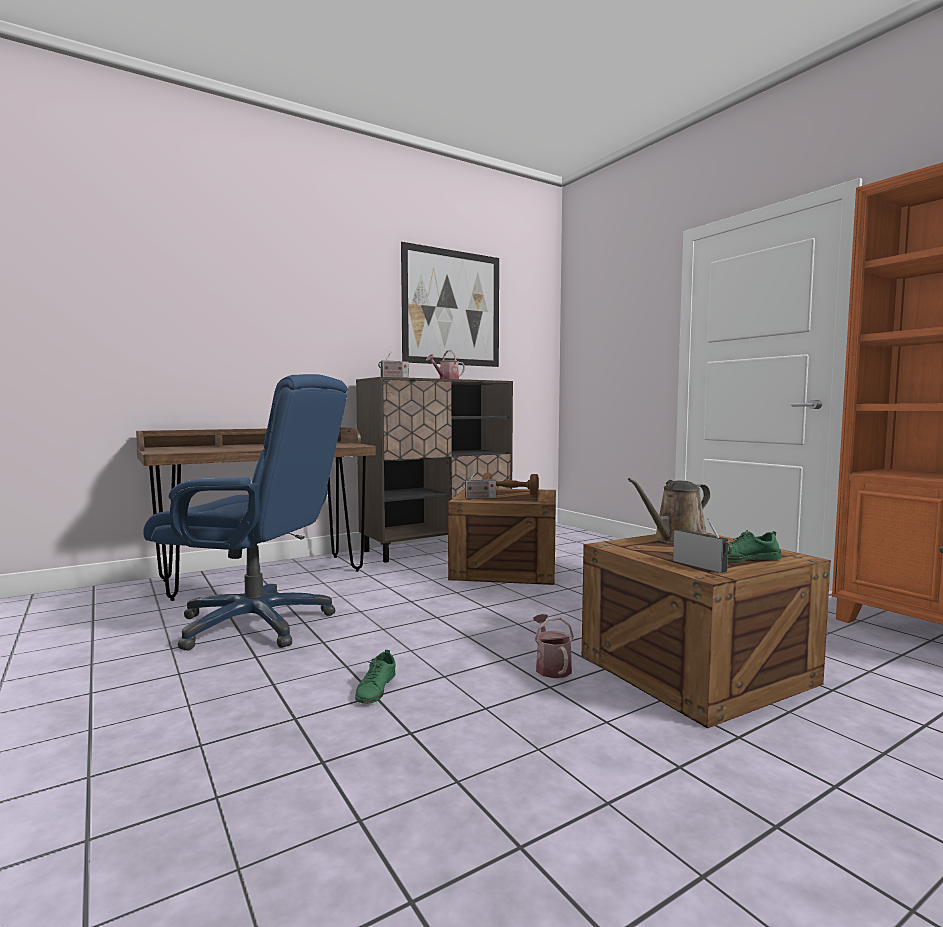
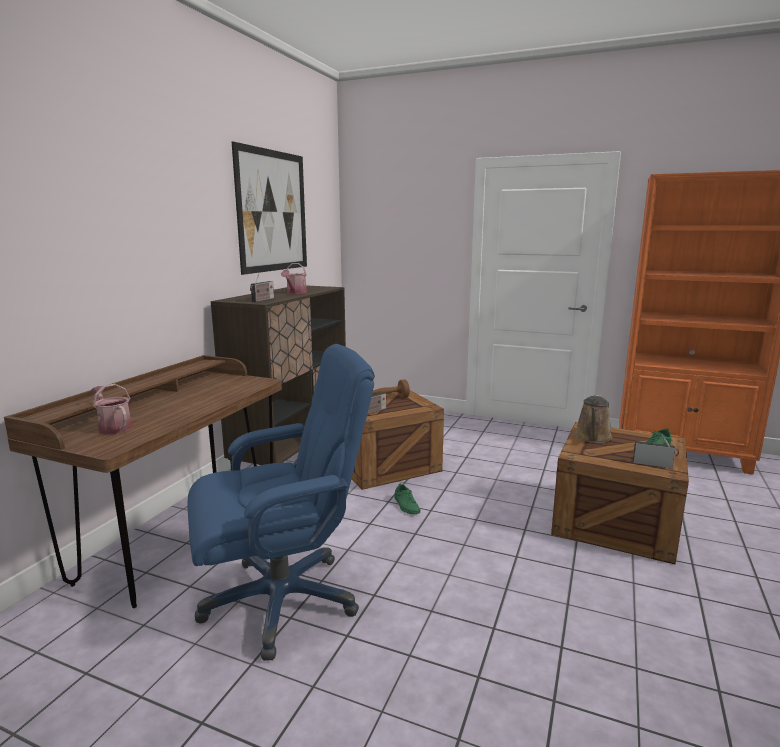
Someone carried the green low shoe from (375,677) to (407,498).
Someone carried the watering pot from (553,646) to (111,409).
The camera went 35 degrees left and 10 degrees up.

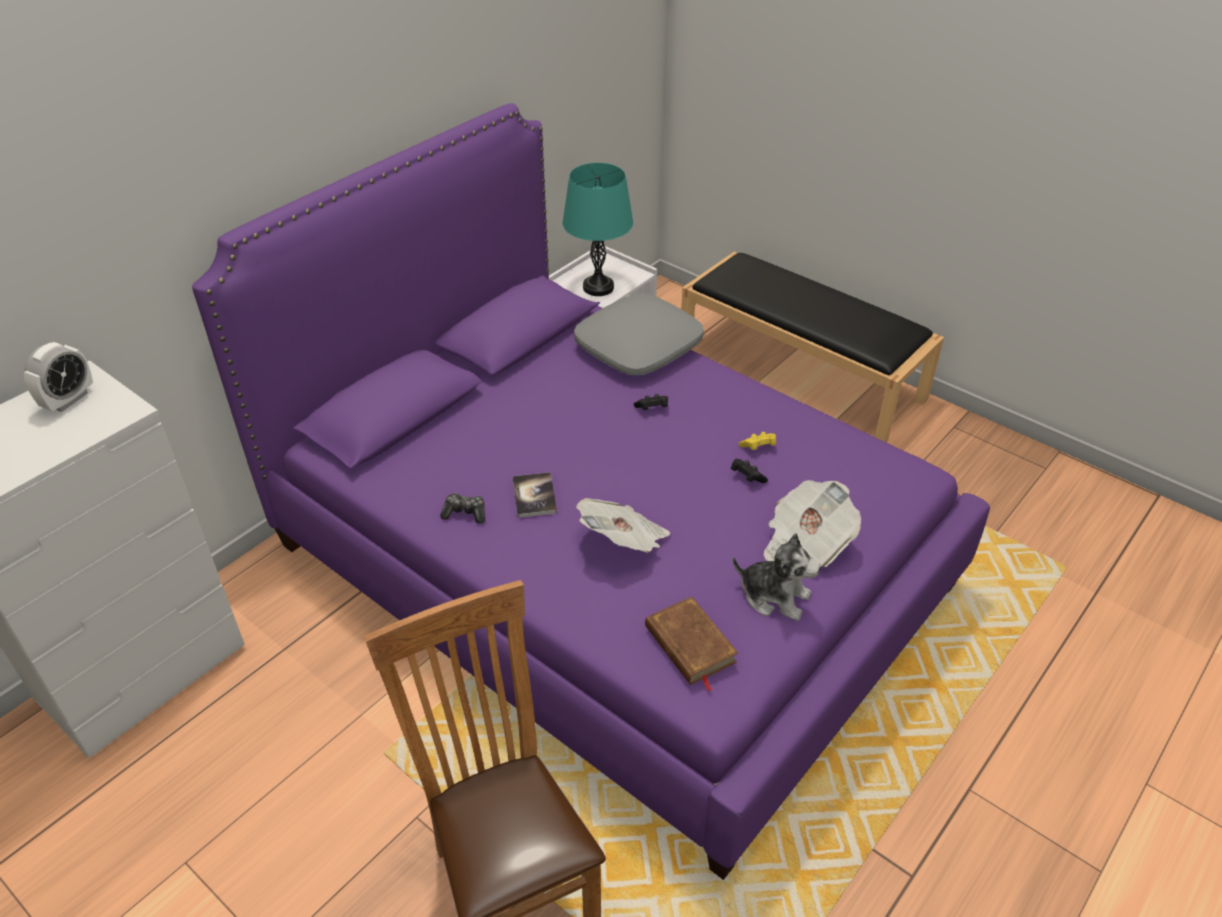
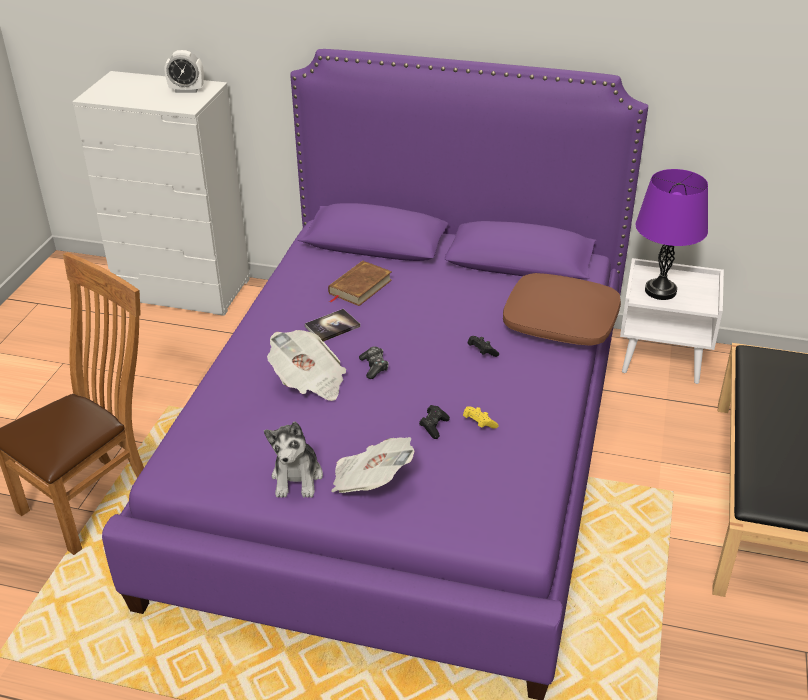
Someone carried the joypad from (462,508) to (374,363).
Someone repainted the blue-green tabletop lamp at (597,229), which became the purple tabletop lamp at (672,234).
Someone repainted the greyish throw pillow at (639,334), which became the brown-coloured throw pillow at (562,309).
Someone carried the brown-coloured volume from (691,644) to (360,283).
The camera went 65 degrees right and 5 degrees down.

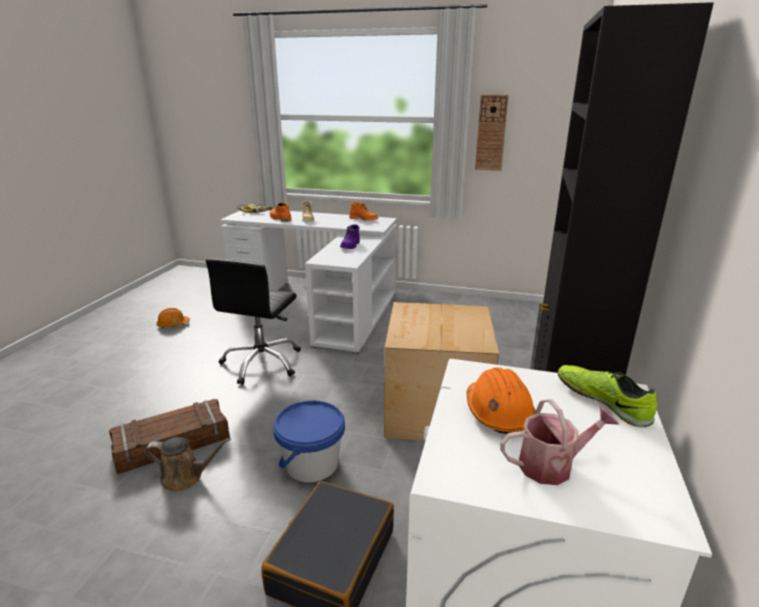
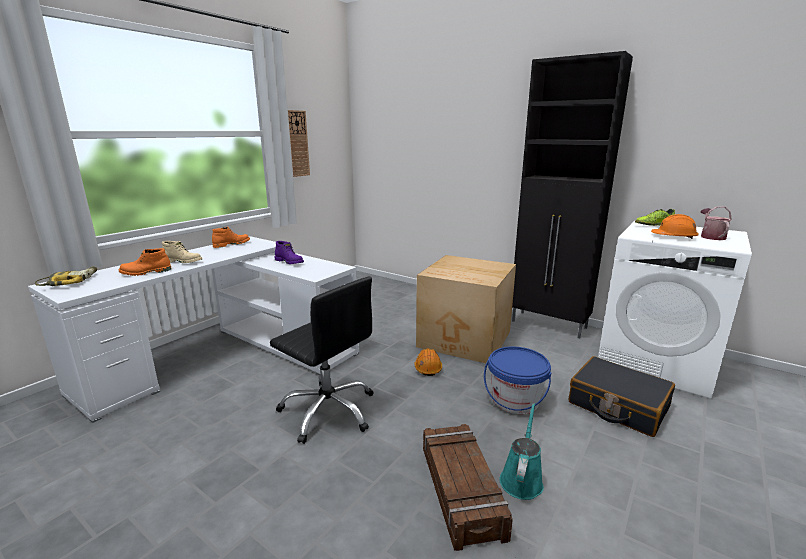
Someone repainted the brown-coloured watering pot at (187,464), which became the blue-green watering pot at (521,451).
Someone carried the orangey safety helmet from (173,318) to (428,362).
The camera went 70 degrees left and 5 degrees down.

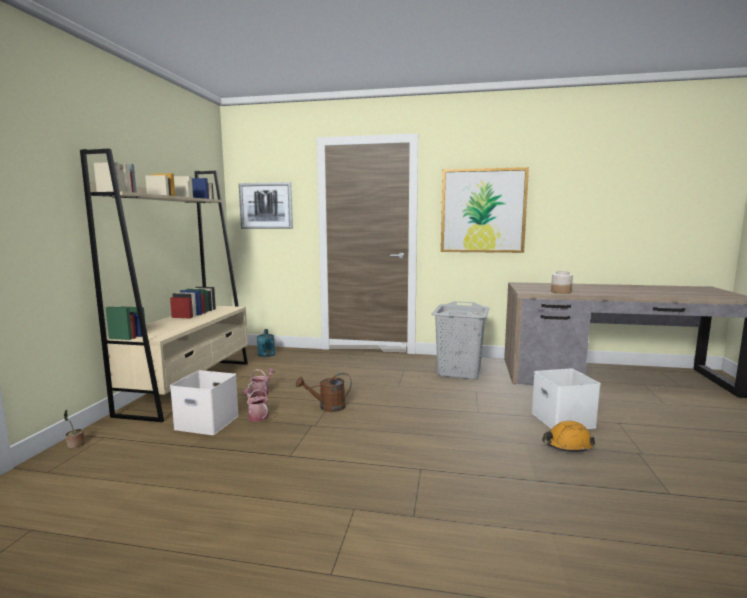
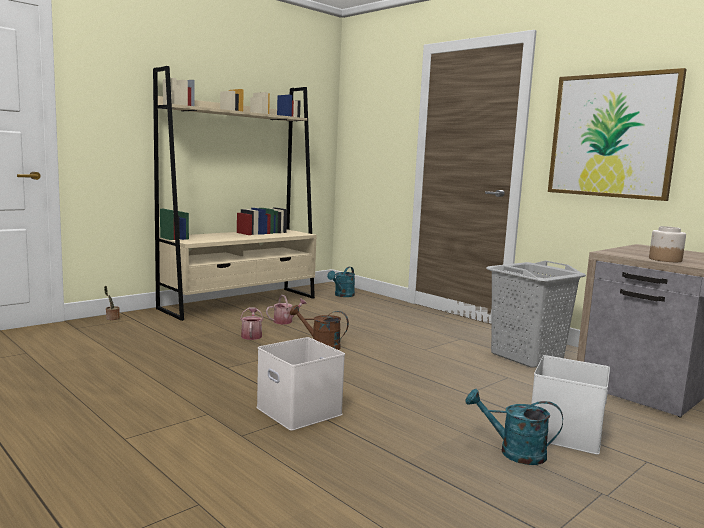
Someone carried the white storage box from (204,402) to (300,384).
Someone took away the wall art at (266,205).
Someone swapped the orangey safety helmet at (568,437) for the blue-green watering pot at (514,427).
The camera went 35 degrees right and 0 degrees up.

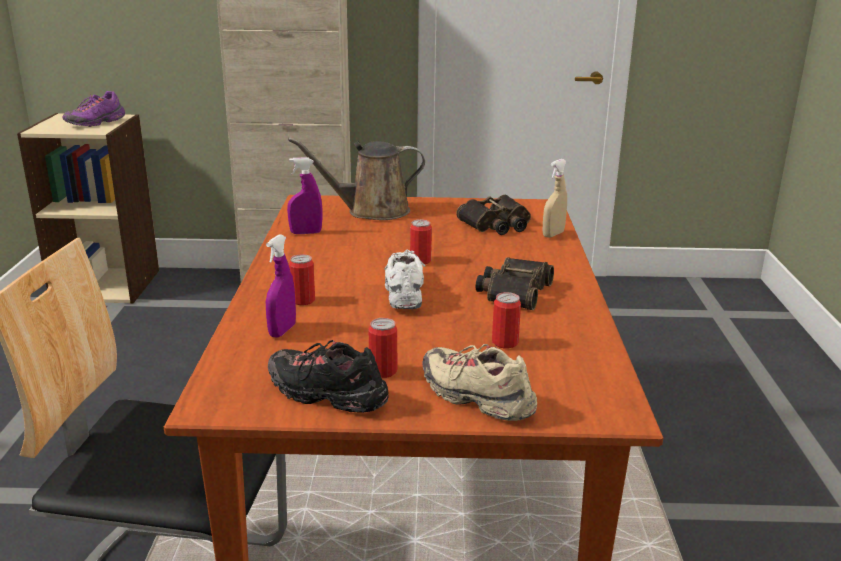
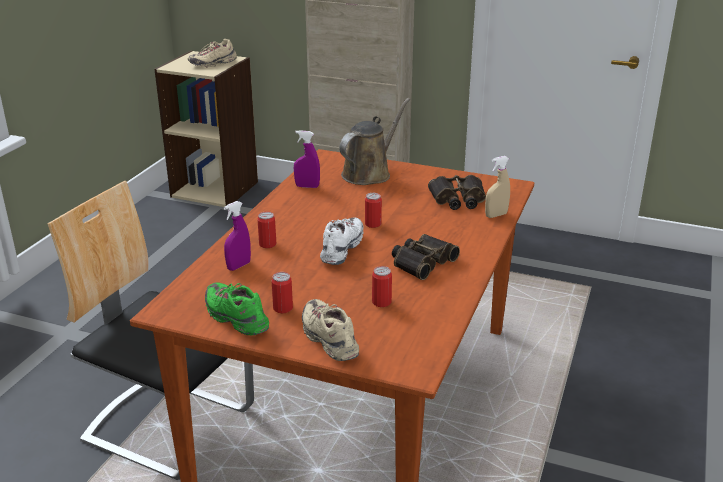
Someone repainted the purple low shoe at (93,109), which became the sand-coloured low shoe at (212,53).
Someone repainted the black low shoe at (328,376), which became the green low shoe at (237,308).
Someone rotated the brown-coloured watering pot at (356,178) by 120 degrees clockwise.
The camera went 20 degrees right and 5 degrees up.

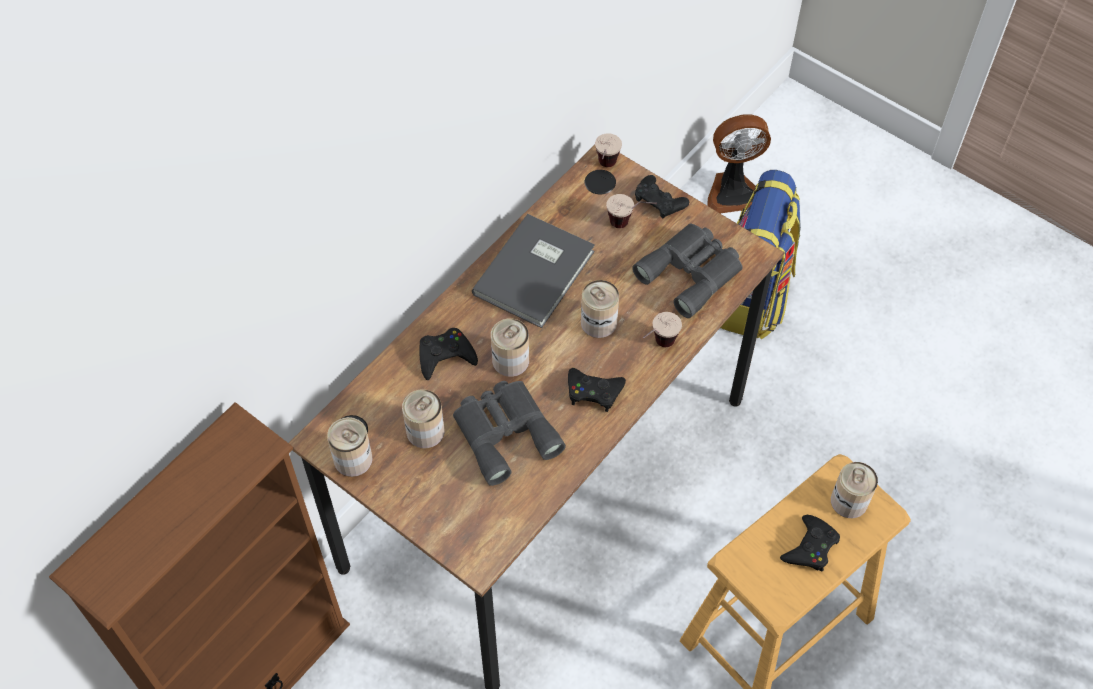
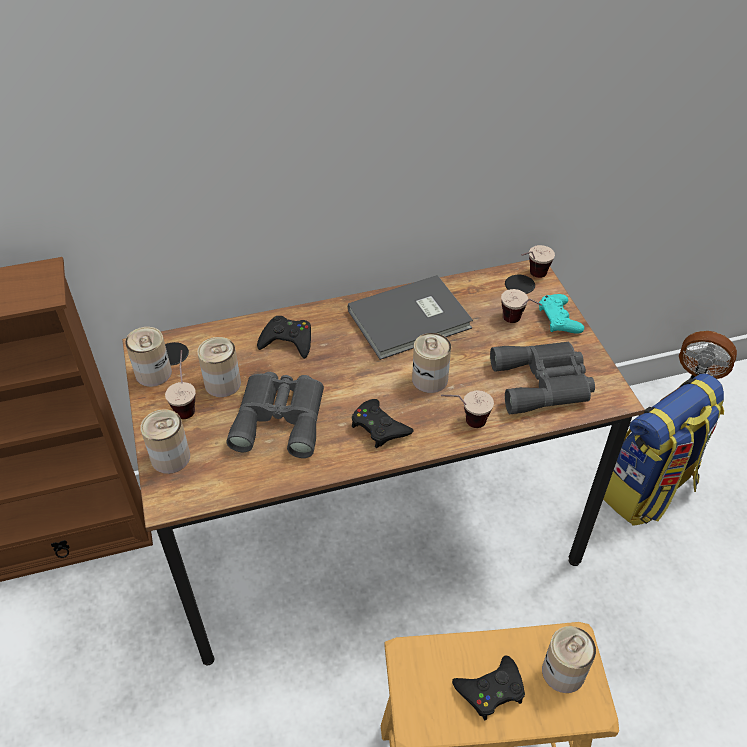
Someone carried the can from (510,348) to (165,441).
Someone repainted the black joypad at (662,196), which became the blue-green joypad at (561,314).
Someone put down the cup at (180,384).
The camera went 35 degrees right and 10 degrees down.

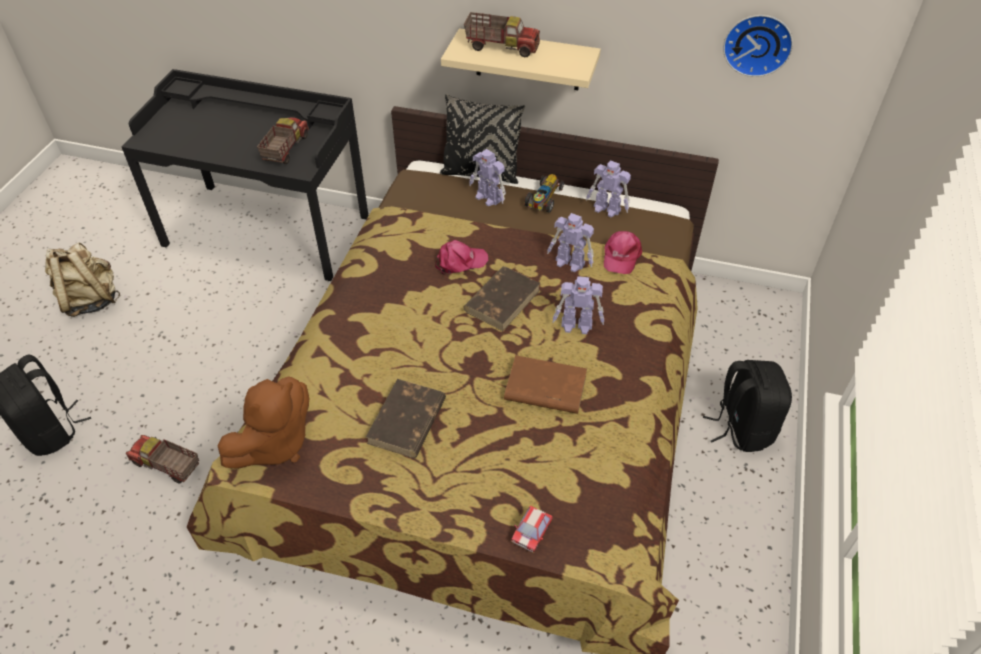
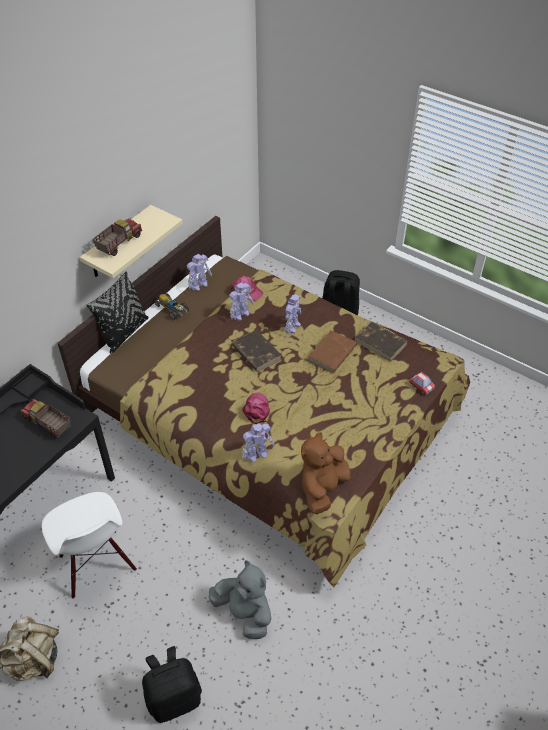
Someone swapped the toy truck at (162,459) for the greyish cuddly toy at (240,599).
Someone rotated the brown-coloured cuddly toy at (263,422) by 120 degrees counterclockwise.
Someone carried the brown-coloured volume from (406,418) to (381,342).
Someone carried the pink cap from (461,257) to (256,408).
Someone carried the robot figure from (487,177) to (258,443).
Someone took away the wall clock at (758,46).
Someone put down the white plain chair at (89,545).
The camera went 70 degrees left and 0 degrees up.

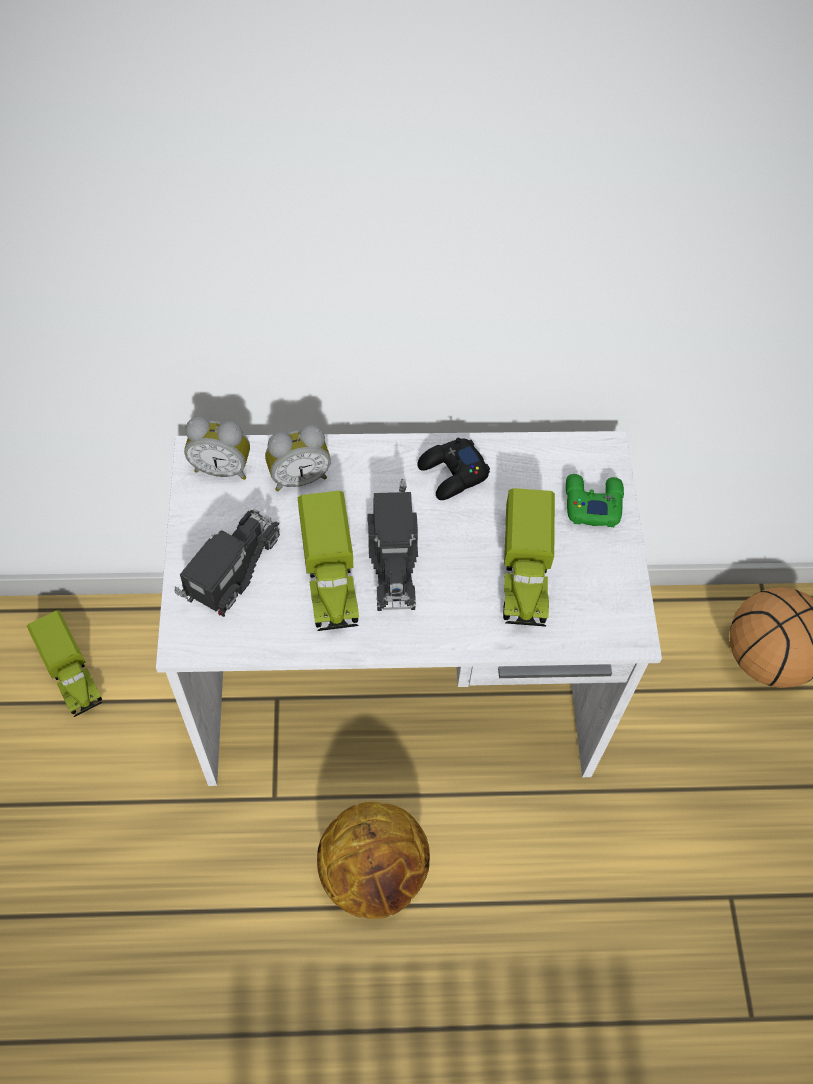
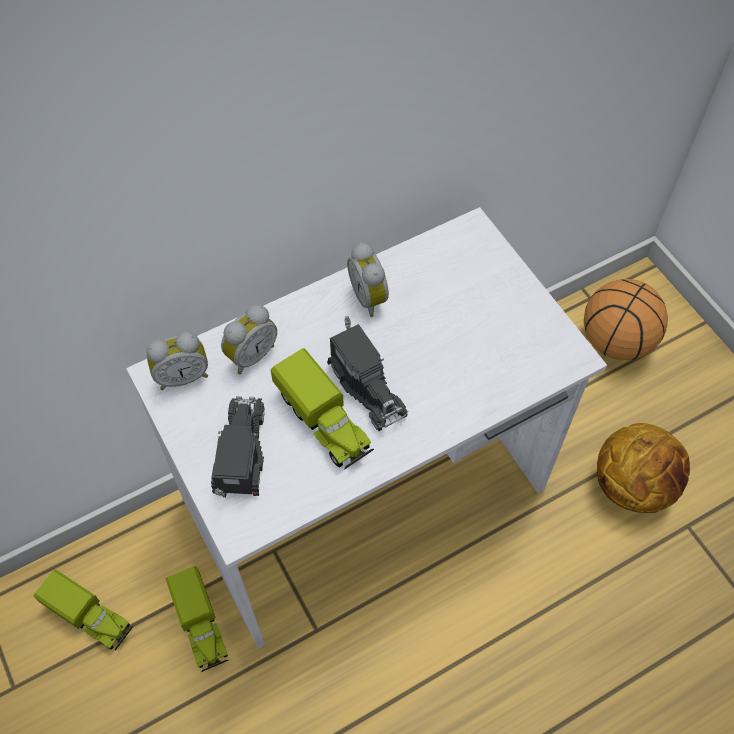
Someone carried the ball for basketball from (373,860) to (643,468).
Someone swapped the black joypad at (453,468) for the alarm clock at (368,280).
Someone carried the toy truck from (529,557) to (197,619).
Someone took away the green joypad at (595,500).
The camera went 25 degrees left and 0 degrees up.

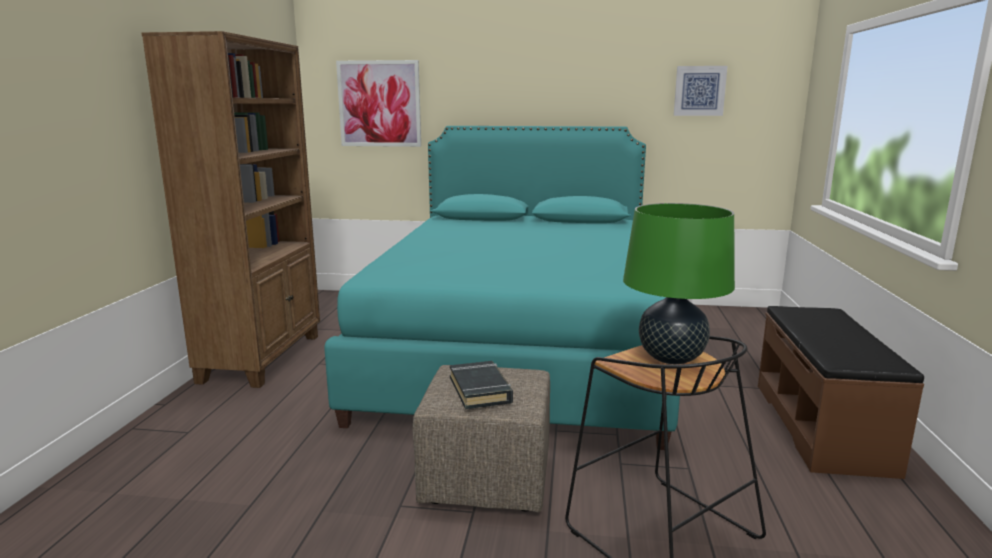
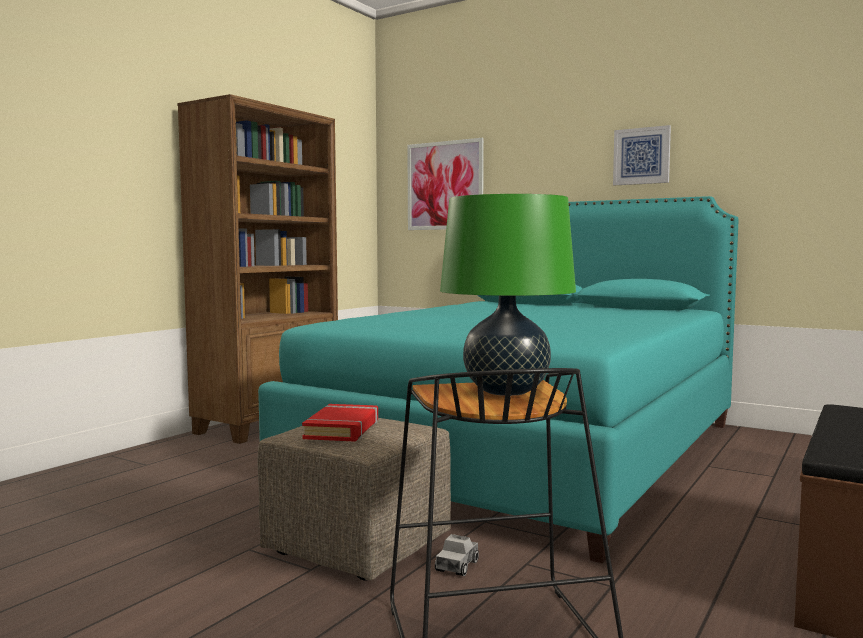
Someone repainted the black volume at (481,385), which became the red volume at (340,423).
Someone carried the wall art from (701,91) to (642,155).
Someone put down the toy truck at (457,555).
The camera went 25 degrees right and 10 degrees down.

